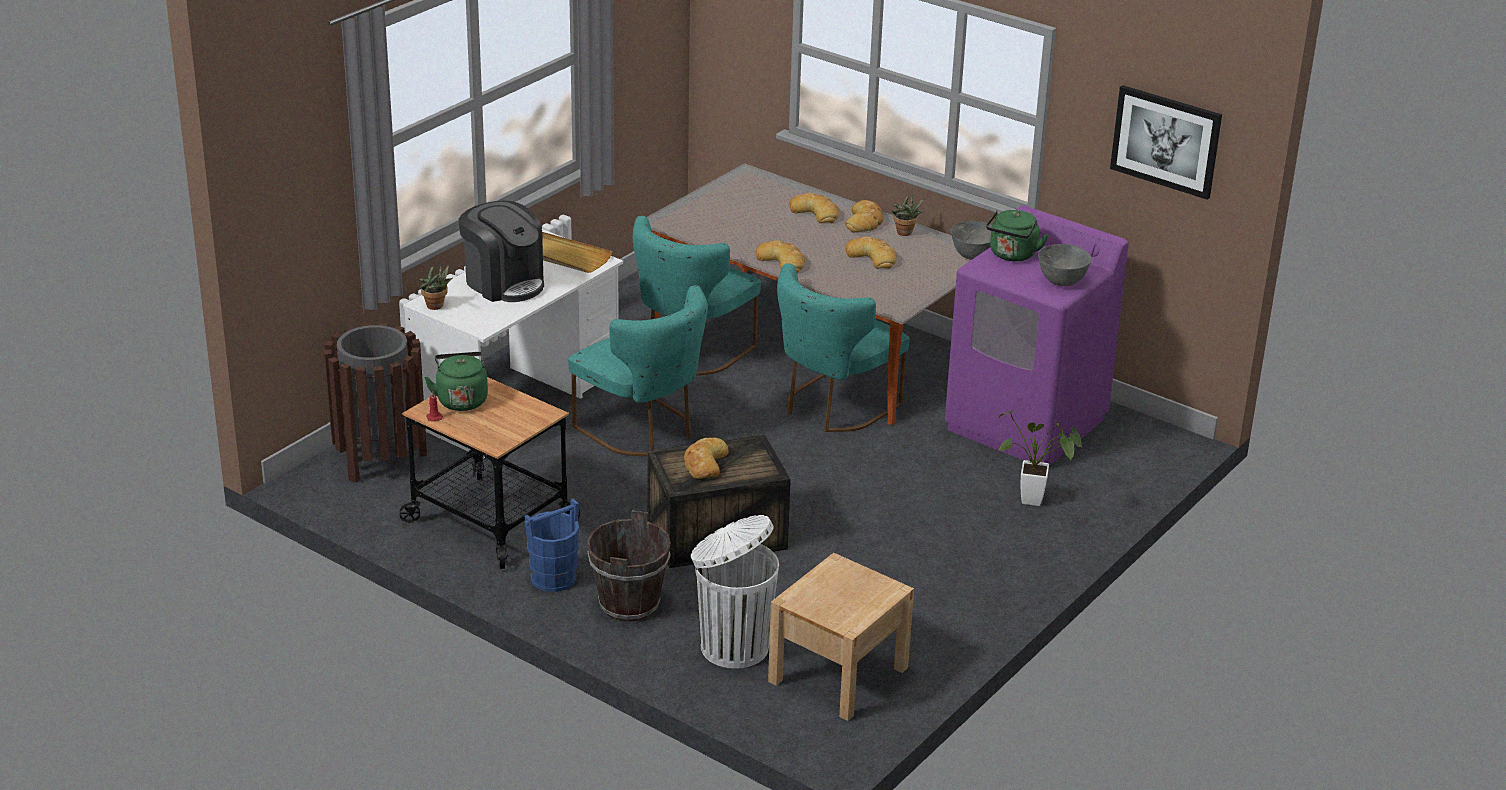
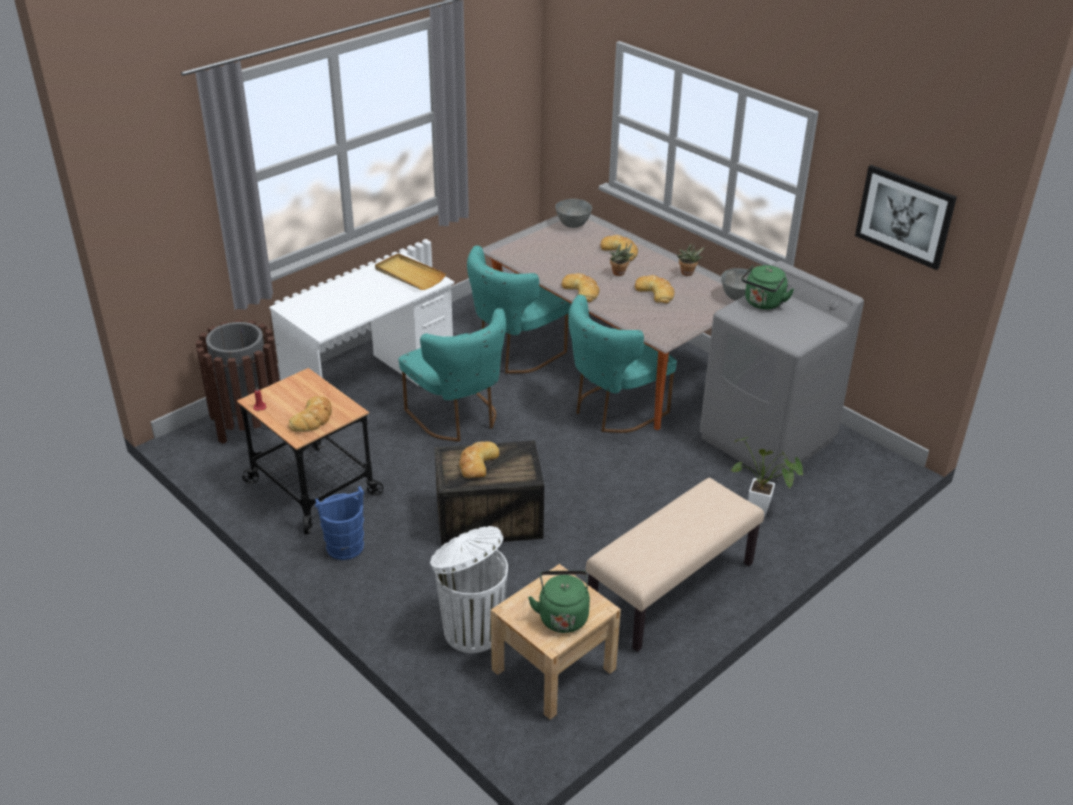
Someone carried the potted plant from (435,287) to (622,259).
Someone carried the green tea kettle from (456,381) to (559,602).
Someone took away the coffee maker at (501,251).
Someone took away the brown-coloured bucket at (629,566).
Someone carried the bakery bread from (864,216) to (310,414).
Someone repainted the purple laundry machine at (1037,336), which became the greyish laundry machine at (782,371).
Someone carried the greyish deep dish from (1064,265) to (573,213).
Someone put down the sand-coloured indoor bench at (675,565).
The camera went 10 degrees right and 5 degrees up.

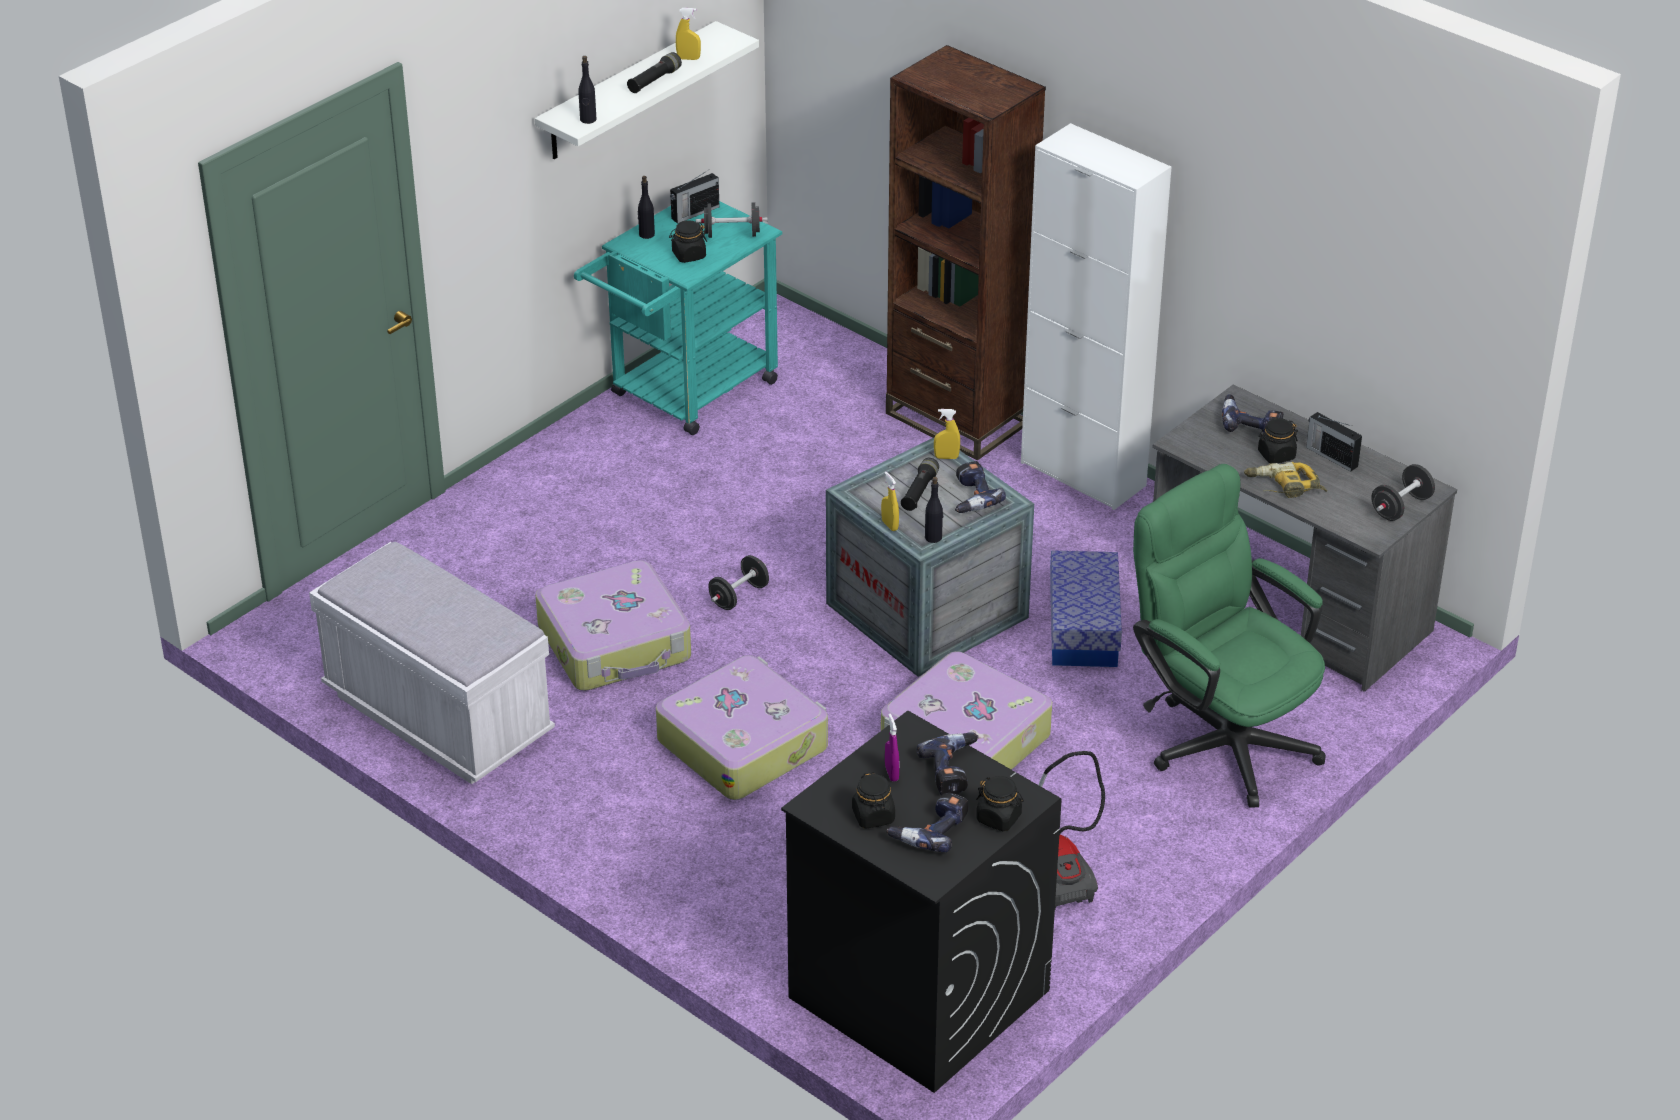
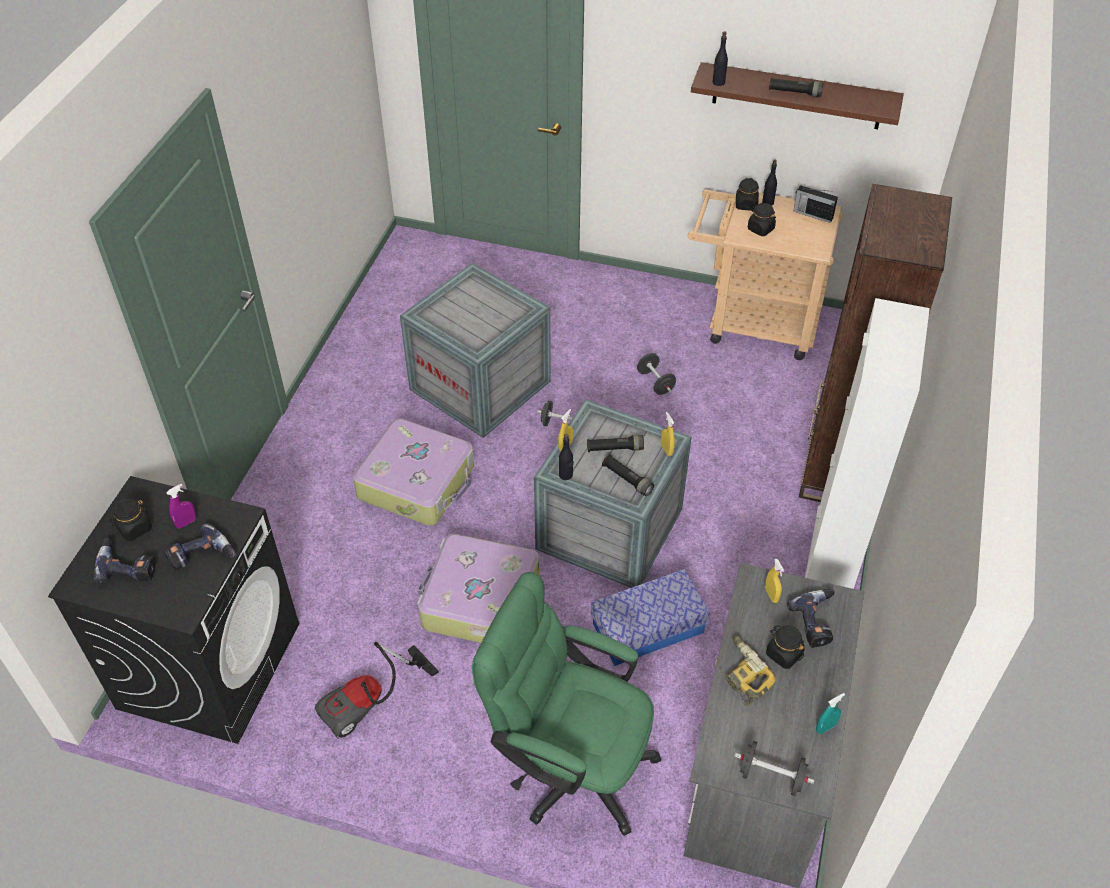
Someone took away the white indoor bench at (432,663).
Someone repainted the white bracket shelf at (647,90), which became the brown-coloured bracket shelf at (797,95).
Someone swapped the travel case at (613,625) for the shipping crate at (475,350).
Someone repainted the blue-green trolley at (678,318), which became the sand-coloured trolley at (765,275).
Someone carried the yellow sprayer from (688,34) to (774,581).
Someone carried the black hand weight from (732,220) to (656,374).
Someone swapped the electric drill at (980,487) for the black torch at (628,475).
Someone carried the black preserve jar from (1000,803) to (747,194).
Someone rotated the green desk chair at (1229,636) by 90 degrees counterclockwise.
Someone took away the radio at (1334,442).
Someone put down the blue-green sprayer at (830,713).
The camera went 65 degrees right and 10 degrees up.

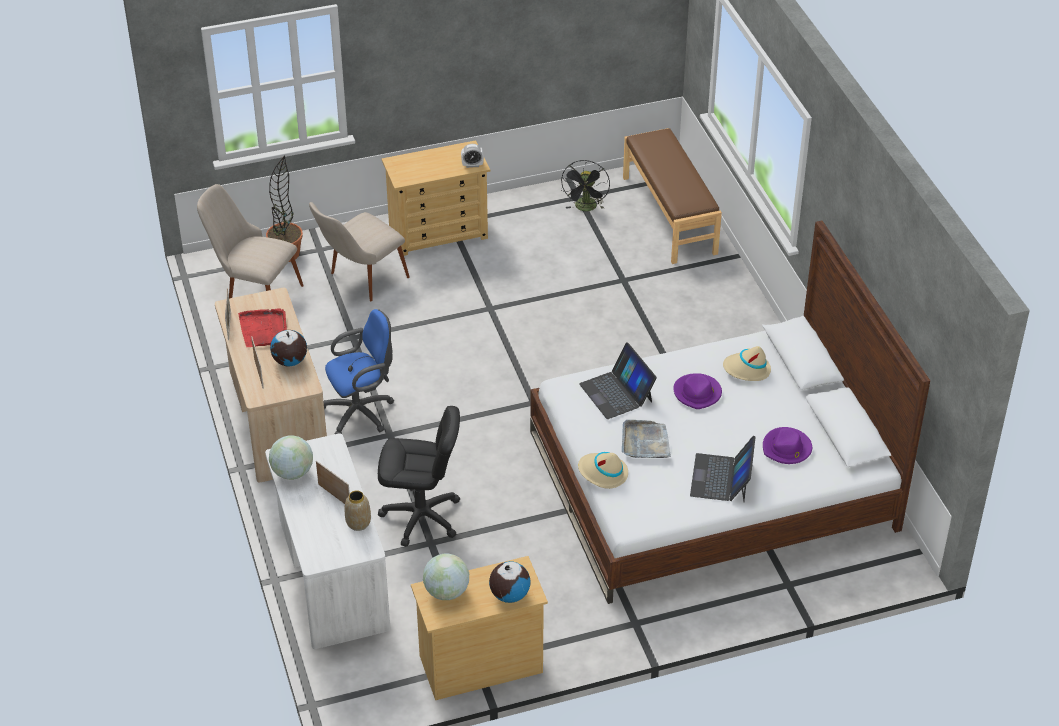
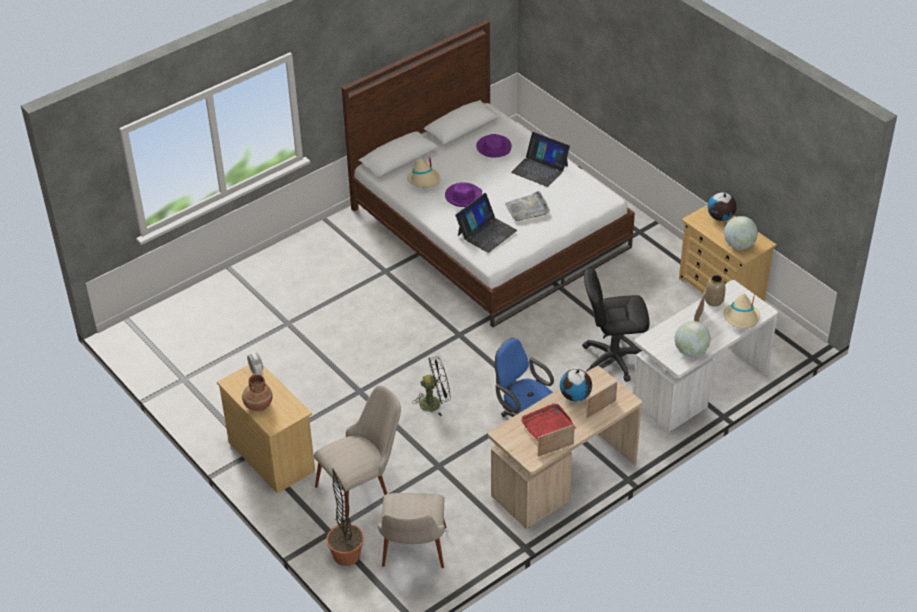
Someone rotated the sand-coloured plain chair at (359,251) by 60 degrees counterclockwise.
Someone rotated the black desk chair at (419,476) by 75 degrees counterclockwise.
Someone carried the black electric fan from (585,185) to (432,386).
Someone carried the sand-coloured clothing hat from (603,470) to (742,311).
Someone took away the brown-coloured indoor bench at (672,196).
Someone rotated the notebook computer at (723,468) by 45 degrees clockwise.
Someone put down the brown-coloured vase at (257,392).
The camera went 110 degrees left and 0 degrees up.

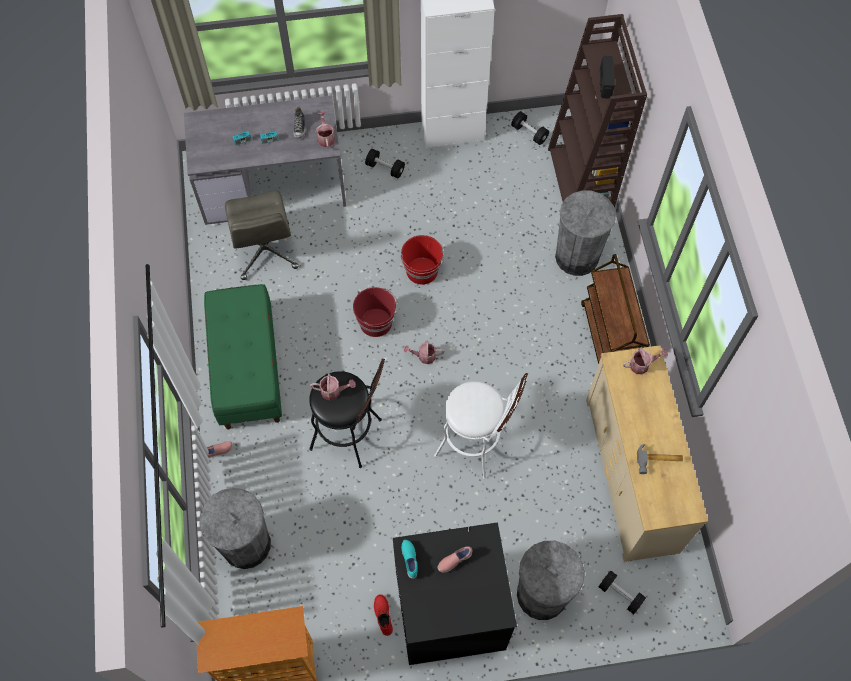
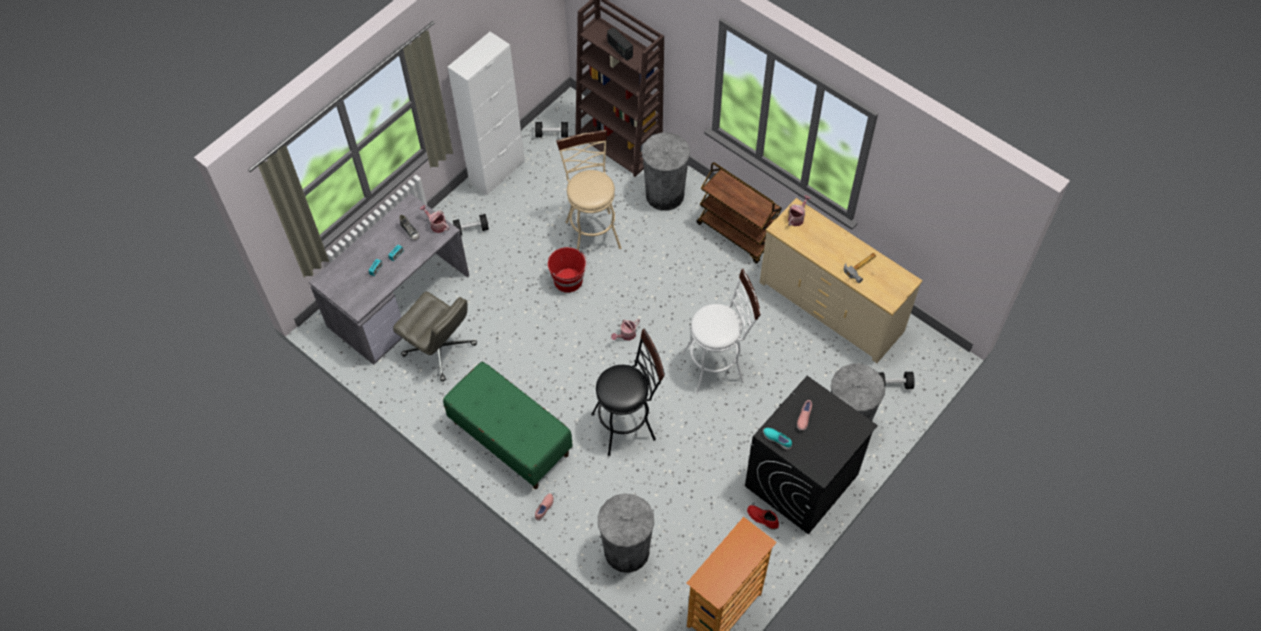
Someone took away the watering pot at (333,387).
Someone took away the red bucket at (375,312).
Someone put down the sand-coloured stool seat at (589,190).
The camera went 40 degrees left and 5 degrees down.

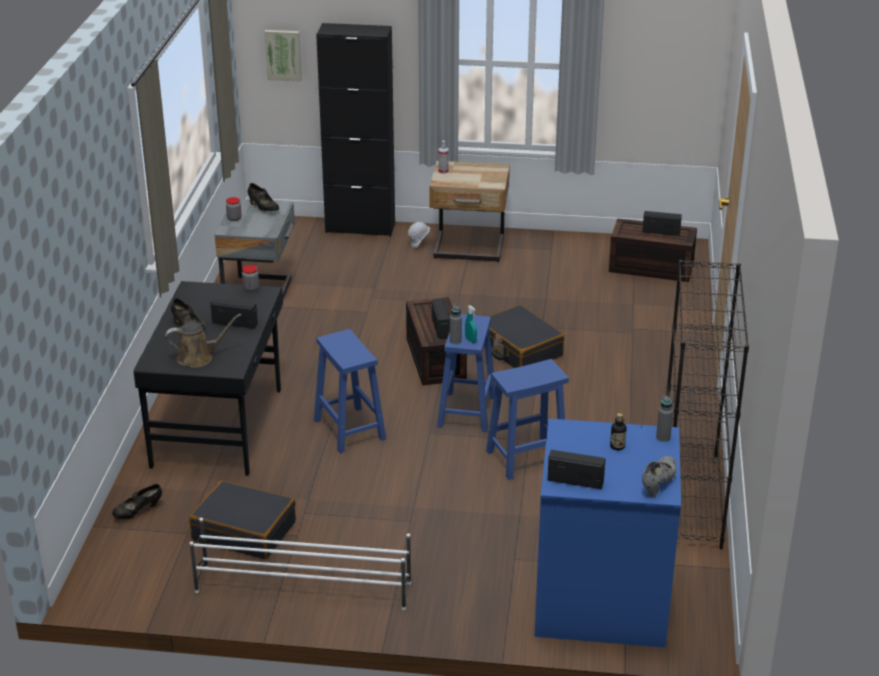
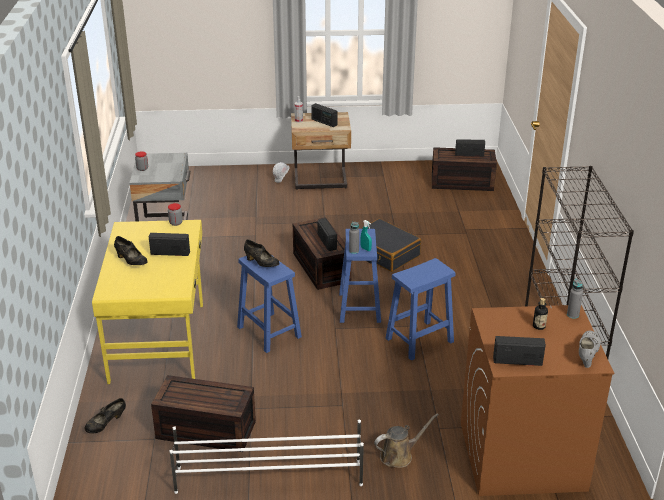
Someone repainted the black desk unit at (208,378), which became the yellow desk unit at (147,302).
Someone carried the brown-coloured watering pot from (203,341) to (406,440).
Someone swapped the black travel case at (242,519) for the brown-coloured storage box at (203,413).
Someone carried the black low shoe from (263,197) to (261,253).
Someone took away the wall art at (283,56).
Someone took away the black cupboard at (355,130).
Someone repainted the blue laundry machine at (607,533), which became the brown-coloured laundry machine at (537,400).
Someone put down the radio at (324,115).
The camera went 10 degrees left and 0 degrees up.

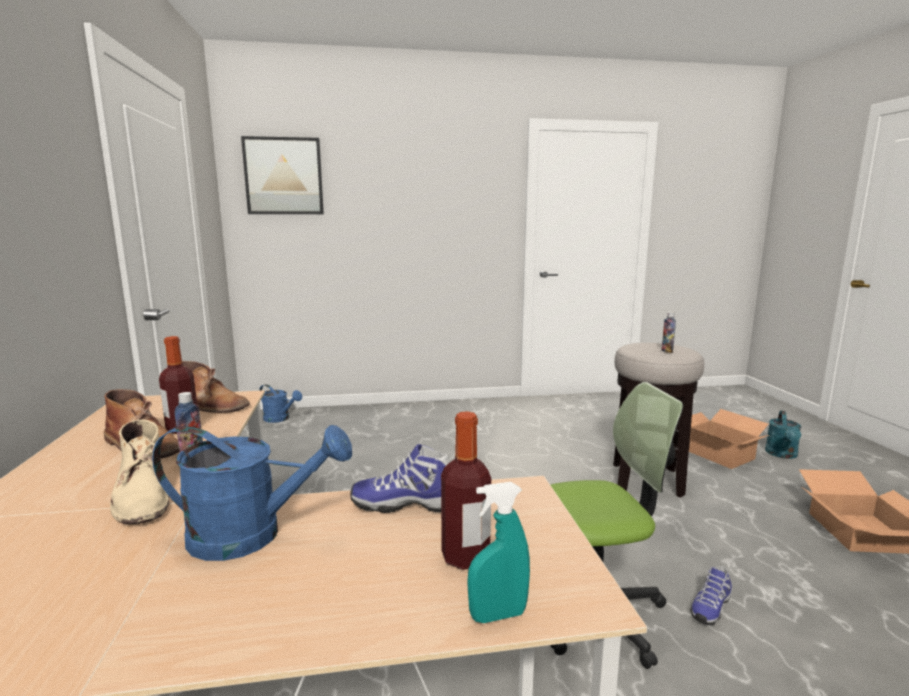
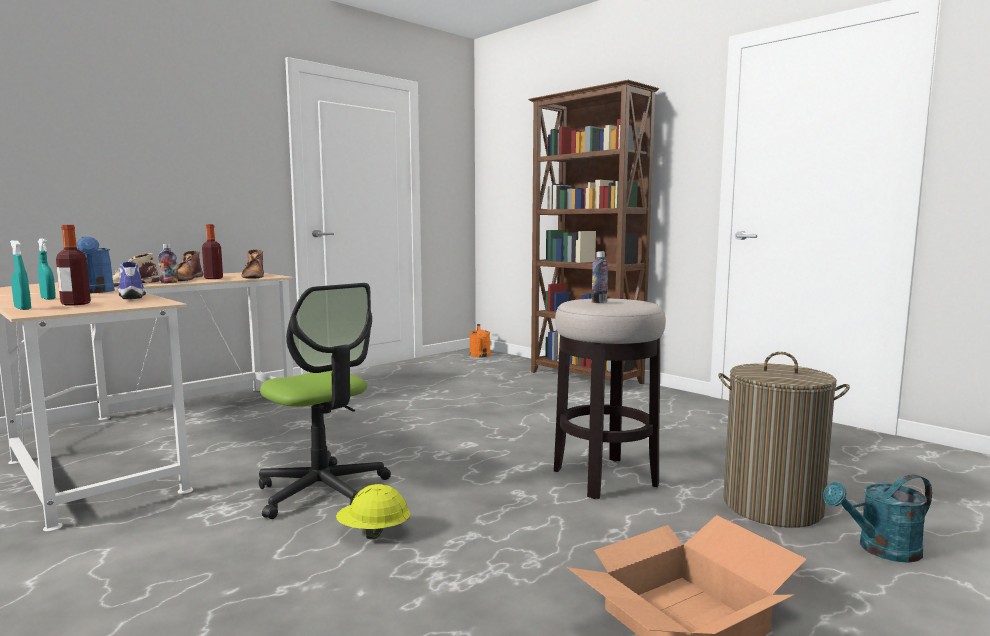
Someone took away the wall art at (282,175).
Someone repainted the blue watering pot at (280,403), which became the orangey watering pot at (480,340).
Someone swapped the packing box at (729,439) for the washing basket at (784,440).
Someone swapped the low shoe at (711,596) for the yellow safety helmet at (373,511).
Someone put down the blue-green sprayer at (47,269).
Someone put down the brown-coloured bookcase at (593,232).
The camera went 55 degrees right and 5 degrees down.

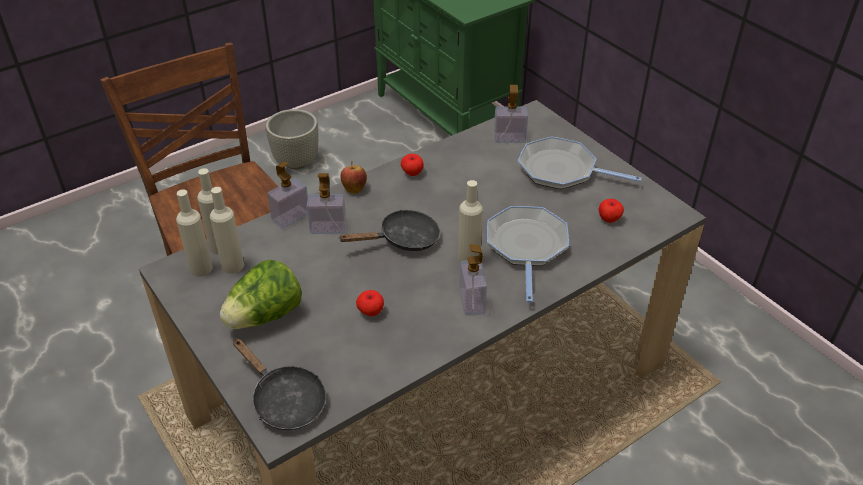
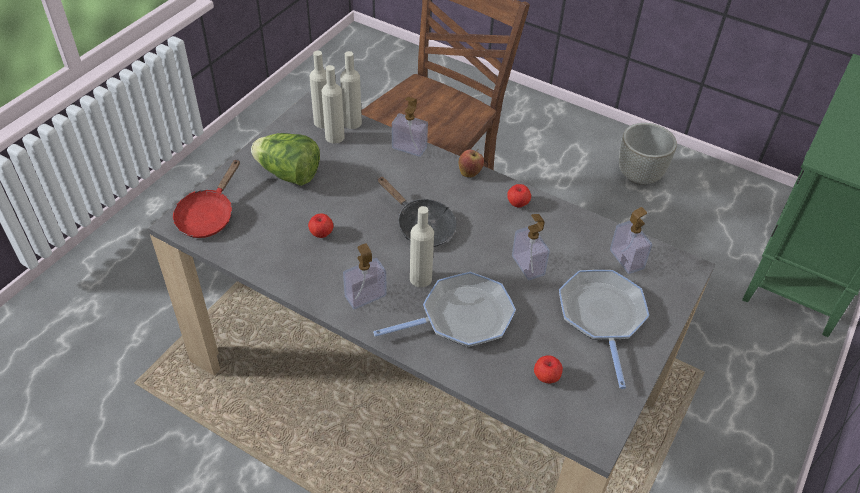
Someone repainted the black skillet at (279,384), which became the red skillet at (206,198).
Someone carried the soap bottle from (327,203) to (531,247).
The camera went 65 degrees right and 5 degrees up.

